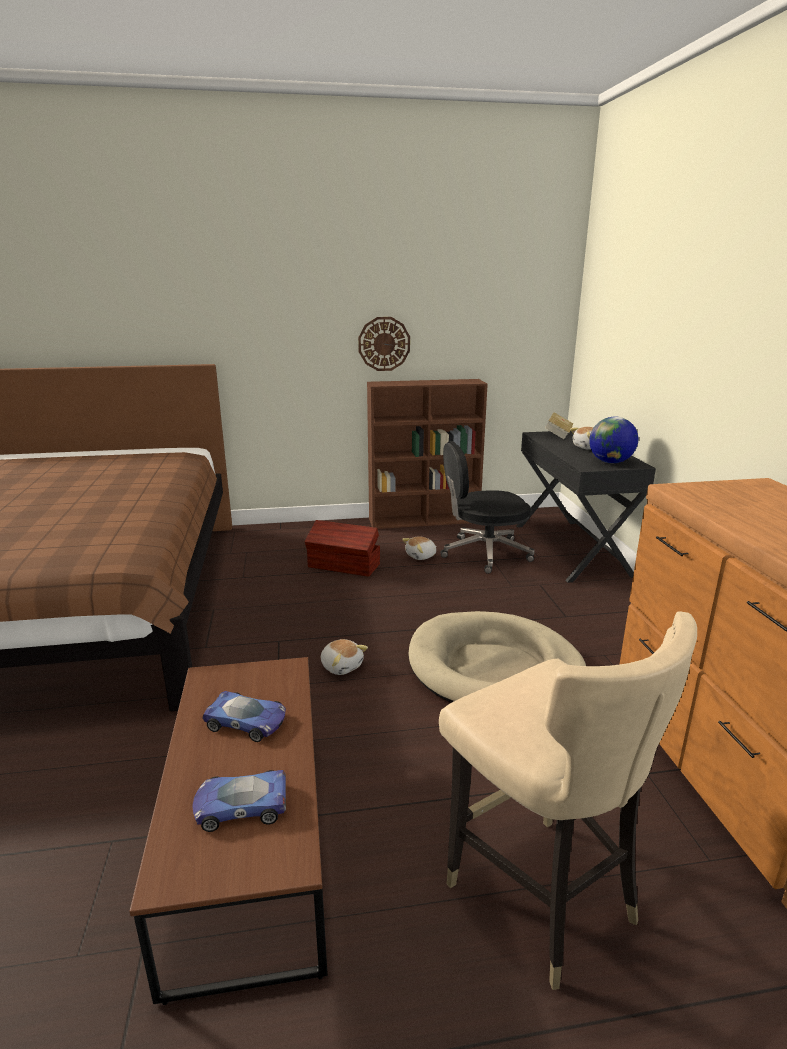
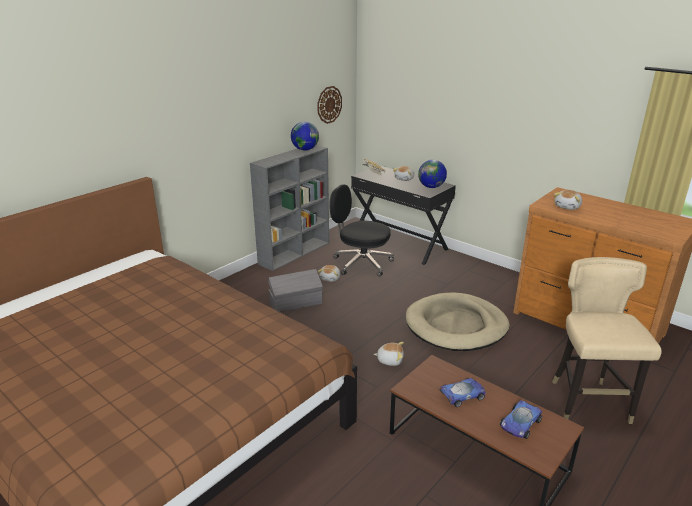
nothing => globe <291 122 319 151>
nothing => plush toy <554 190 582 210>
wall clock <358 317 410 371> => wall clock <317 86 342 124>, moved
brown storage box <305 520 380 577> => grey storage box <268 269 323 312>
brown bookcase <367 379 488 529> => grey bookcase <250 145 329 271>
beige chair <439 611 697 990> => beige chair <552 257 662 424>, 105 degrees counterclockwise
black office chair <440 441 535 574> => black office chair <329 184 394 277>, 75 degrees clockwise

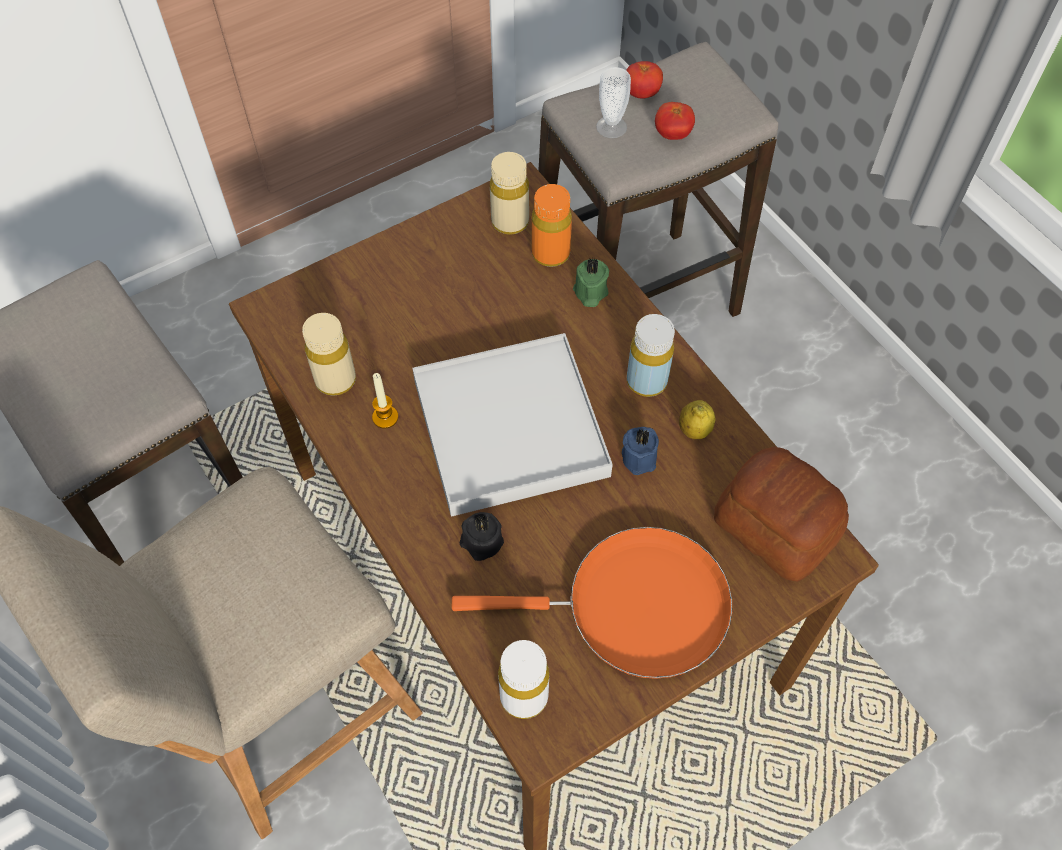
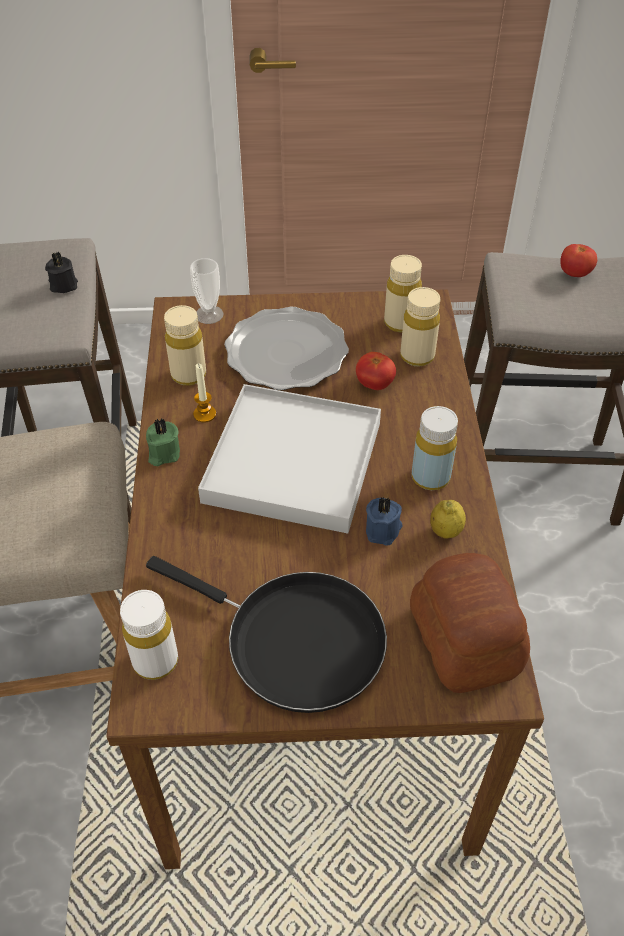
nothing => plate <224 307 349 390>
black candle <460 512 504 561> => black candle <45 252 78 293>, moved
green candle <573 258 609 307> => green candle <146 419 180 466>, moved
cup <596 67 631 138> => cup <190 258 224 324>, moved
tomato <655 102 695 140> => tomato <356 352 396 390>, moved
orange frying pan <452 527 732 679> => black frying pan <146 556 387 713>
orange bottle <532 184 572 267> => beige bottle <400 287 440 367>

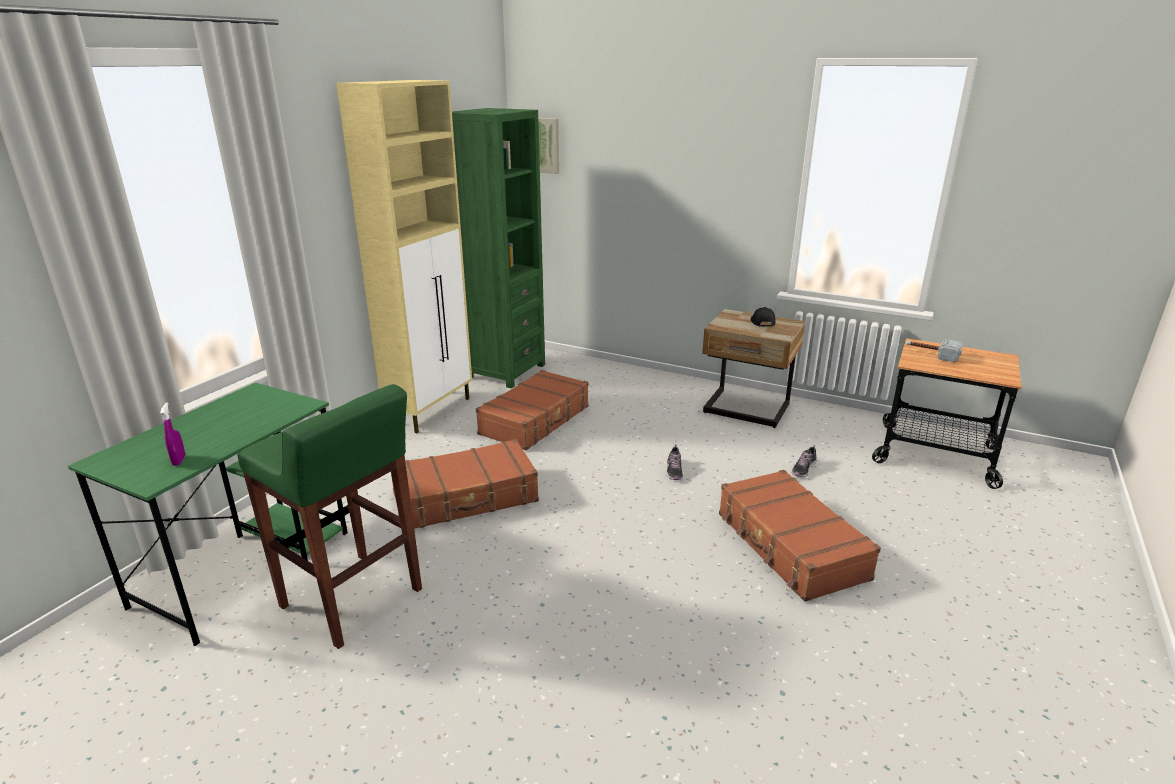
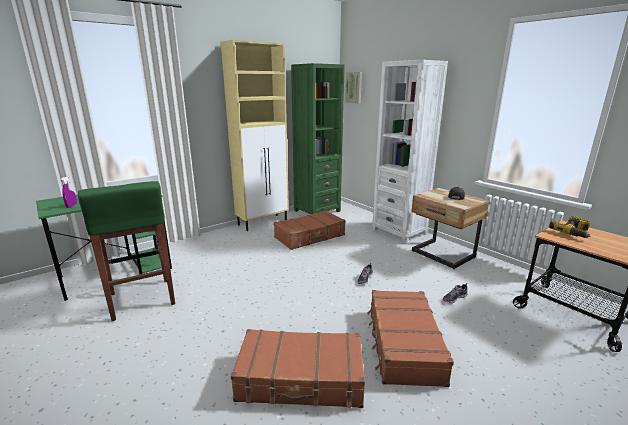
nothing => white bookcase <372 60 448 243>
brown suitcase <391 439 539 529> => brown suitcase <231 329 365 408>, moved
hammer <906 339 963 363> => power drill <549 216 590 238>

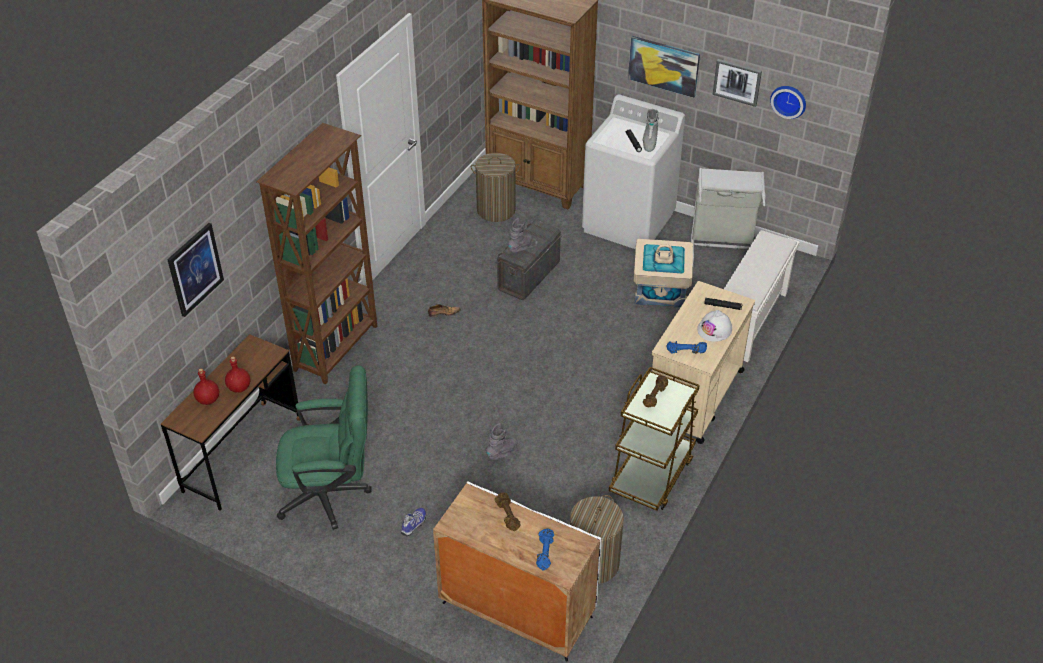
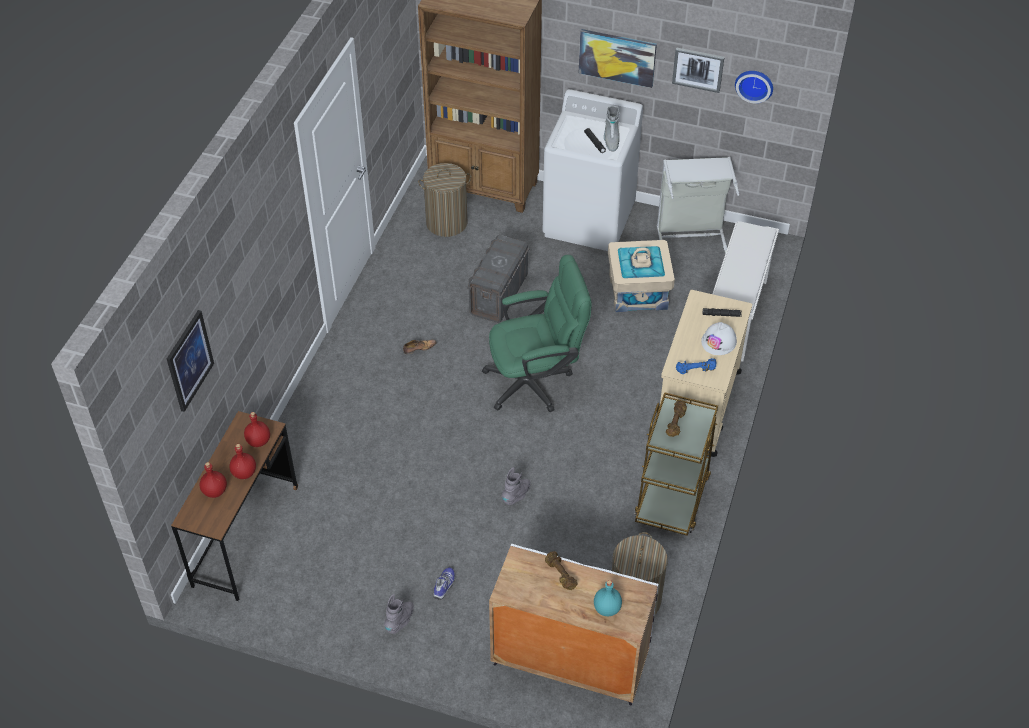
brown bookcase <256 123 377 384> => nothing
nothing => red bottle <244 412 270 447>
green office chair <276 365 371 530> => green office chair <482 255 592 412>, moved
grey boot <507 218 533 252> => grey boot <384 594 414 634>, moved
blue dumbbell <536 529 554 571> => turquoise bottle <594 580 622 616>

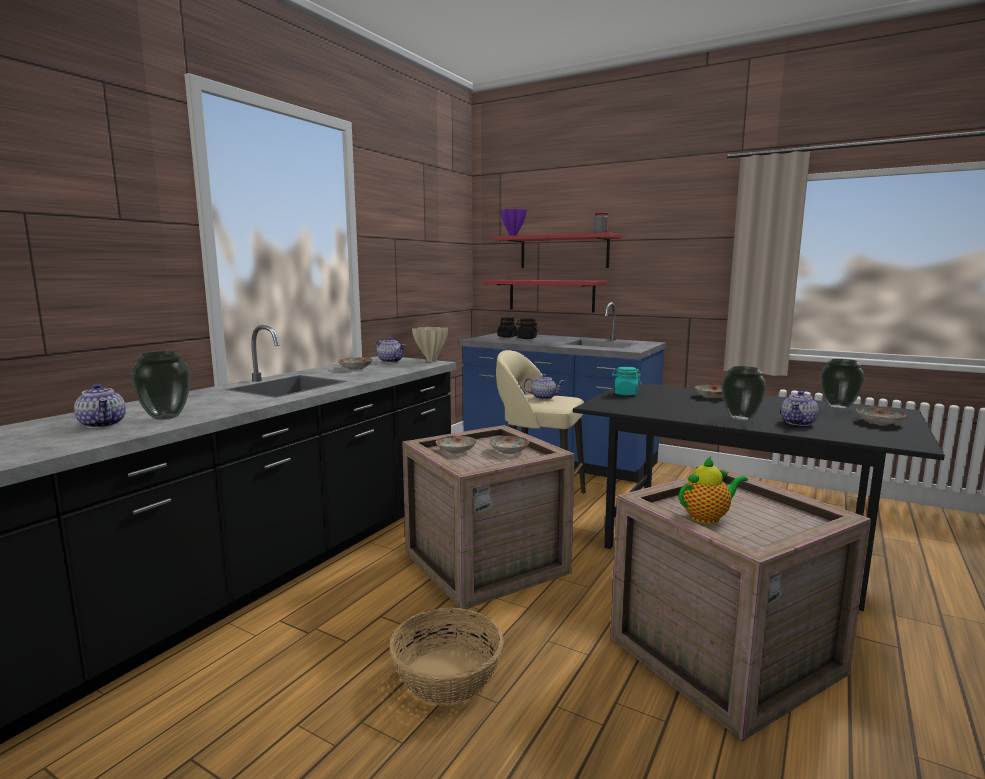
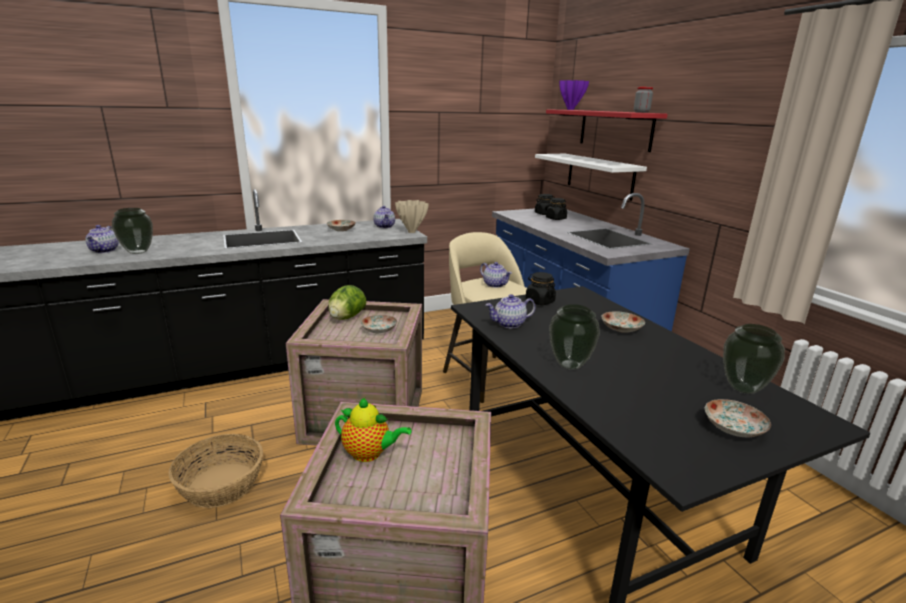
teapot <781 391 819 426> => teapot <486 294 536 328>, moved
plate <436 436 476 454> => lettuce <328 285 366 320>
red shelf <483 280 607 312> => white shelf <535 154 647 201>
turquoise jar <612 367 642 396> => black jar <526 272 556 305>

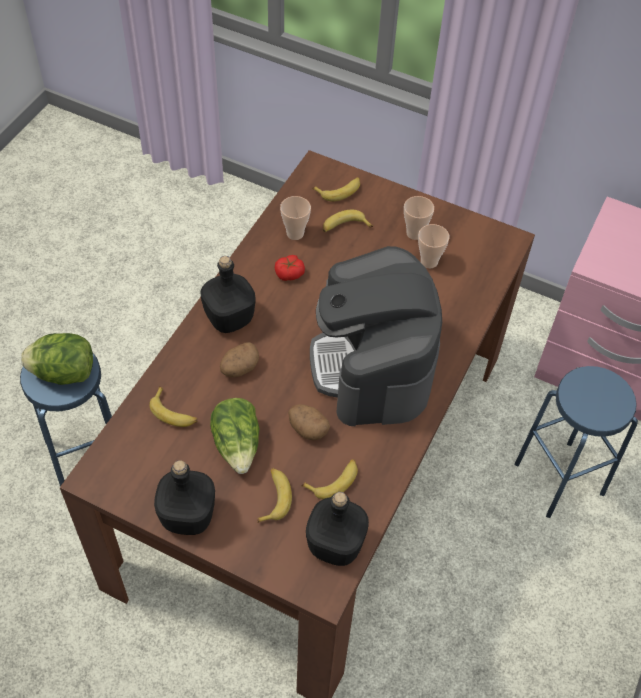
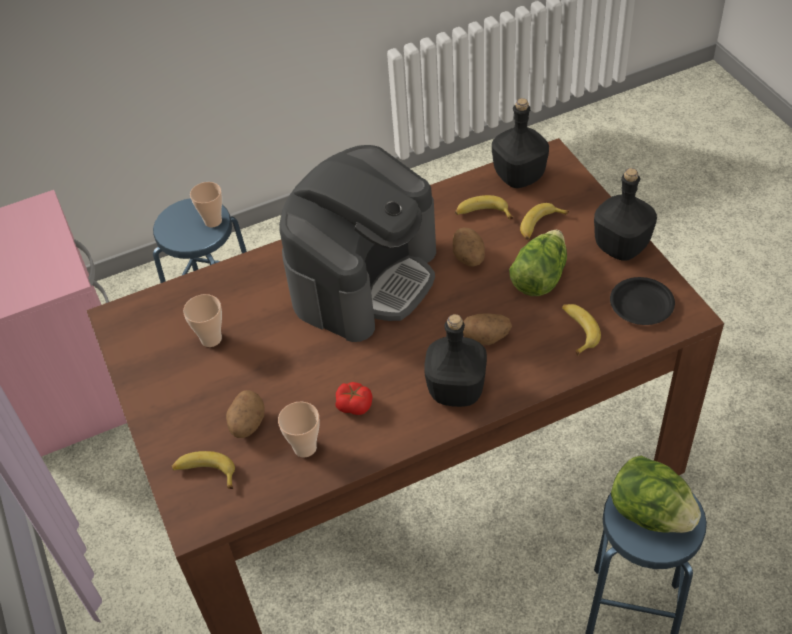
nothing => black plate <610 277 675 325>
cup <404 196 434 240> => cup <190 182 222 227>, moved
banana <323 210 373 232> => potato <226 390 264 438>

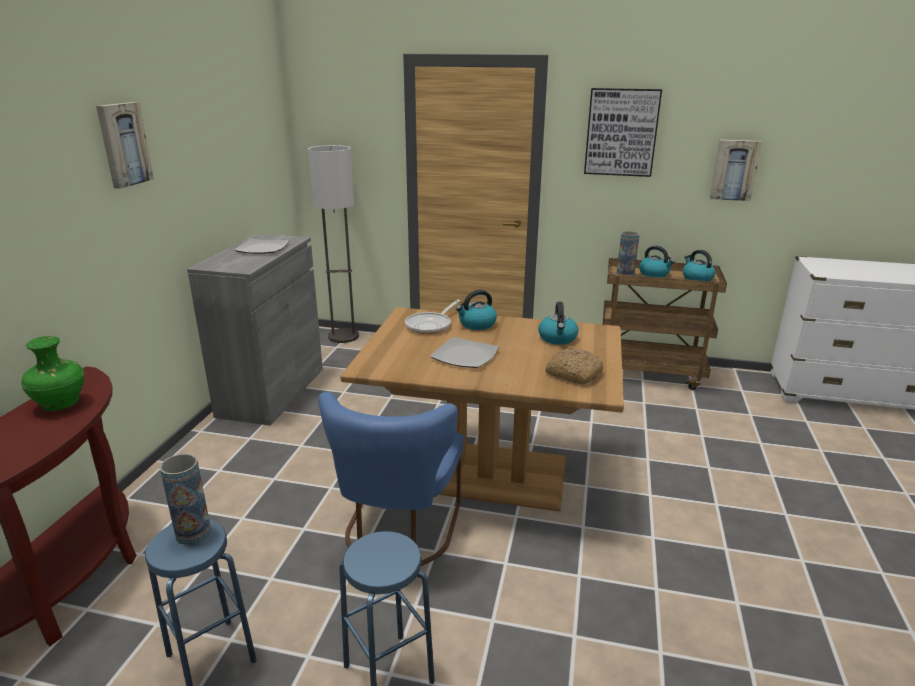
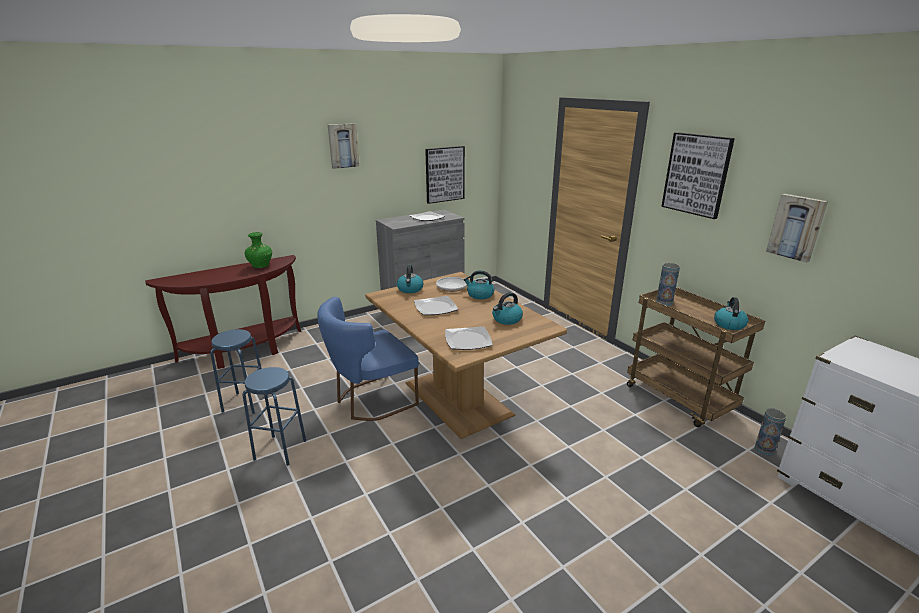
floor lamp <308 145 359 343> => nothing
nothing => picture <425 146 465 204>
vase <160 454 211 545> => vase <754 408 787 456>, moved
kettle <639 246 675 278> => kettle <397 265 423 293>, moved
bread <545 348 604 385> => plate <445 326 492 350>

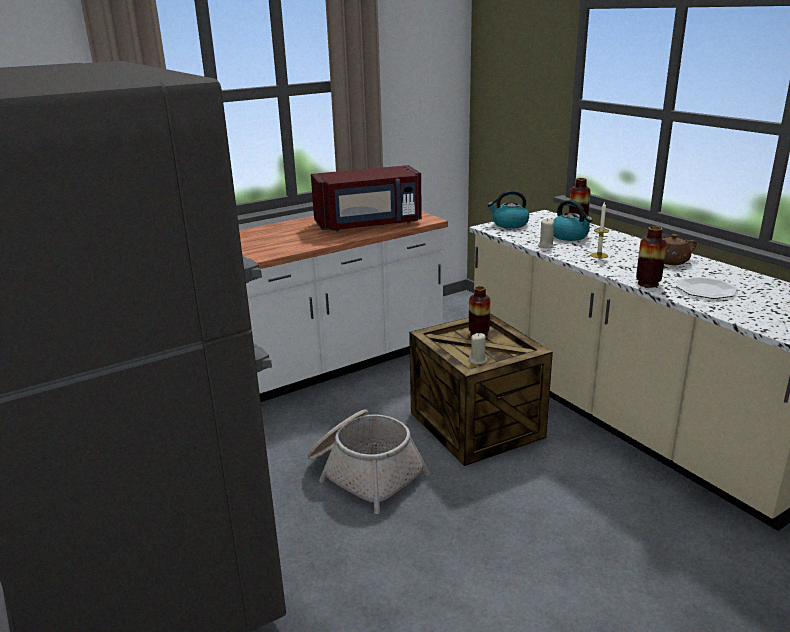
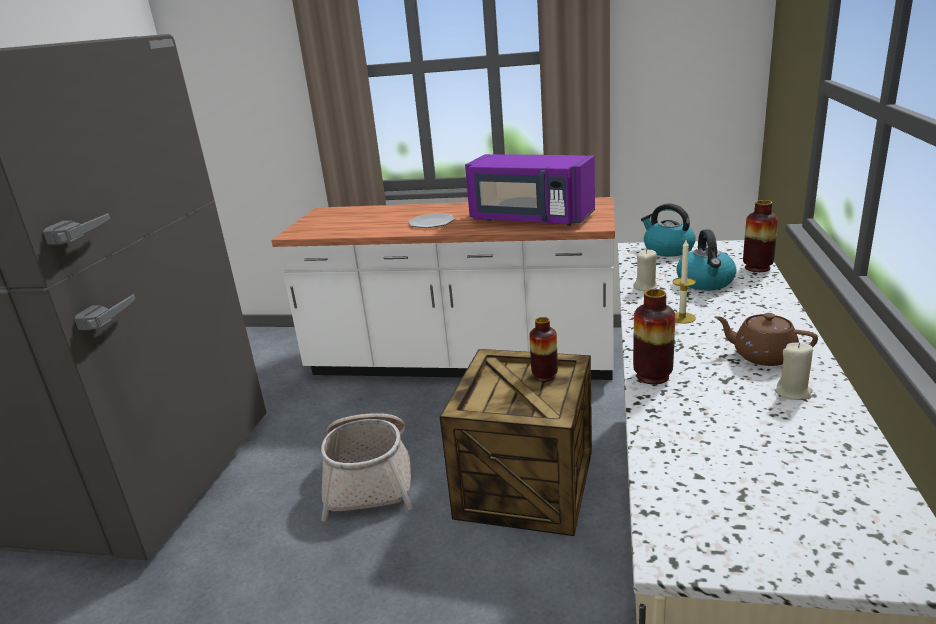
beige candle <469 333 488 364> => beige candle <775 343 813 400>, moved
plate <676 277 737 299> => plate <408 213 455 228>, moved
red microwave <311 165 422 232> => purple microwave <465 154 595 226>

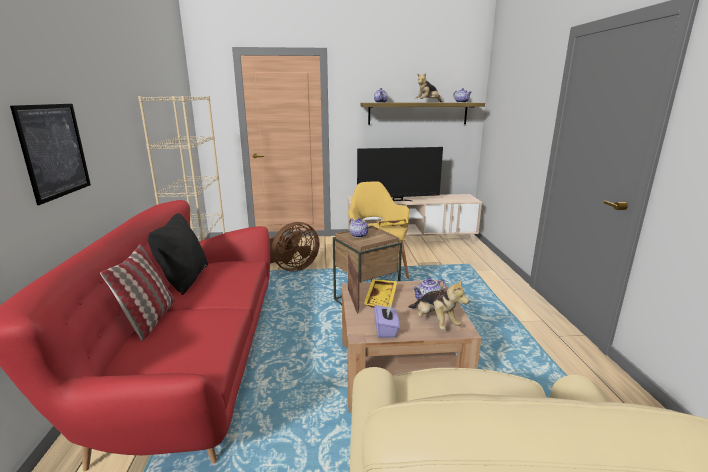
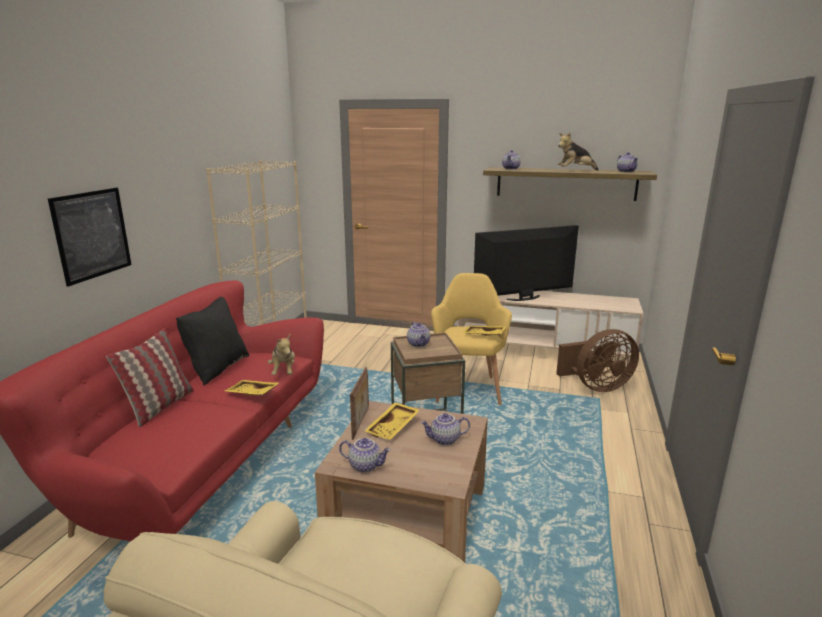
nothing => yellow tray <224 380 279 396>
brown fan <269 222 320 272> => brown fan <556 329 639 392>, moved
plush toy <409 278 469 330> => plush toy <268 334 295 375>, moved
purple tissue box <374 304 400 338> => teapot <339 438 391 473>
television <357 147 443 201> => television <474 225 579 301>, 150 degrees clockwise

